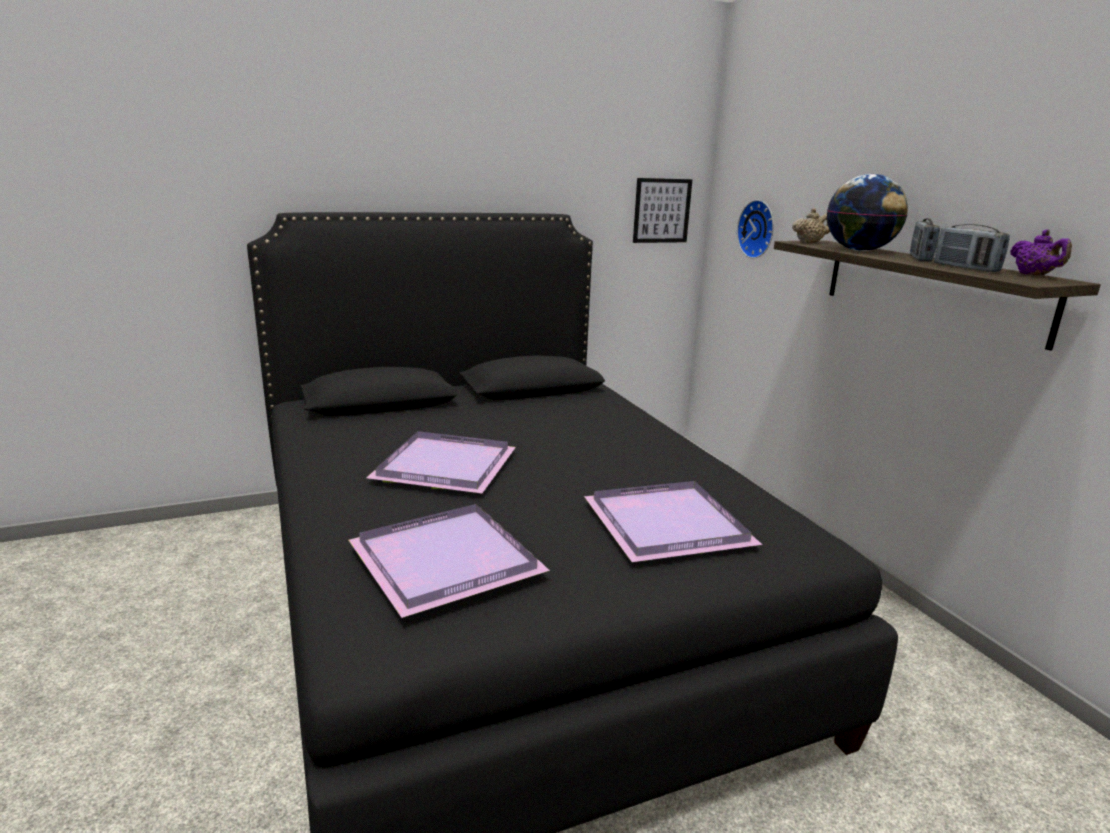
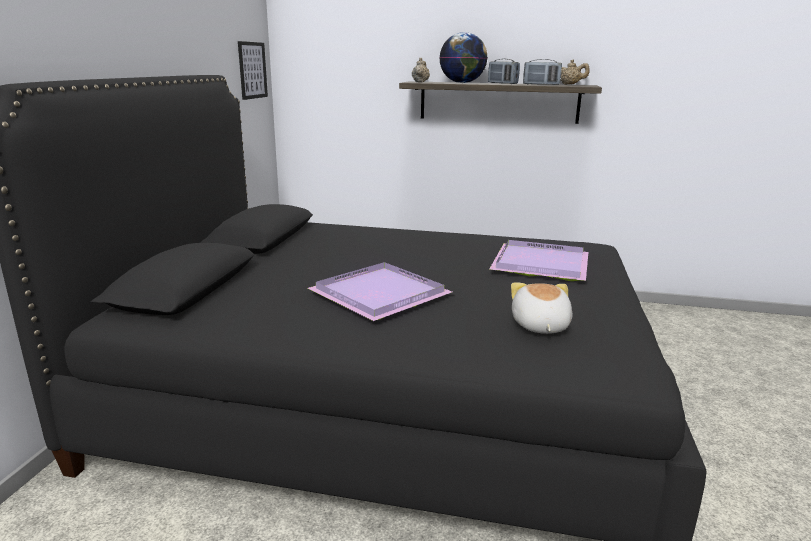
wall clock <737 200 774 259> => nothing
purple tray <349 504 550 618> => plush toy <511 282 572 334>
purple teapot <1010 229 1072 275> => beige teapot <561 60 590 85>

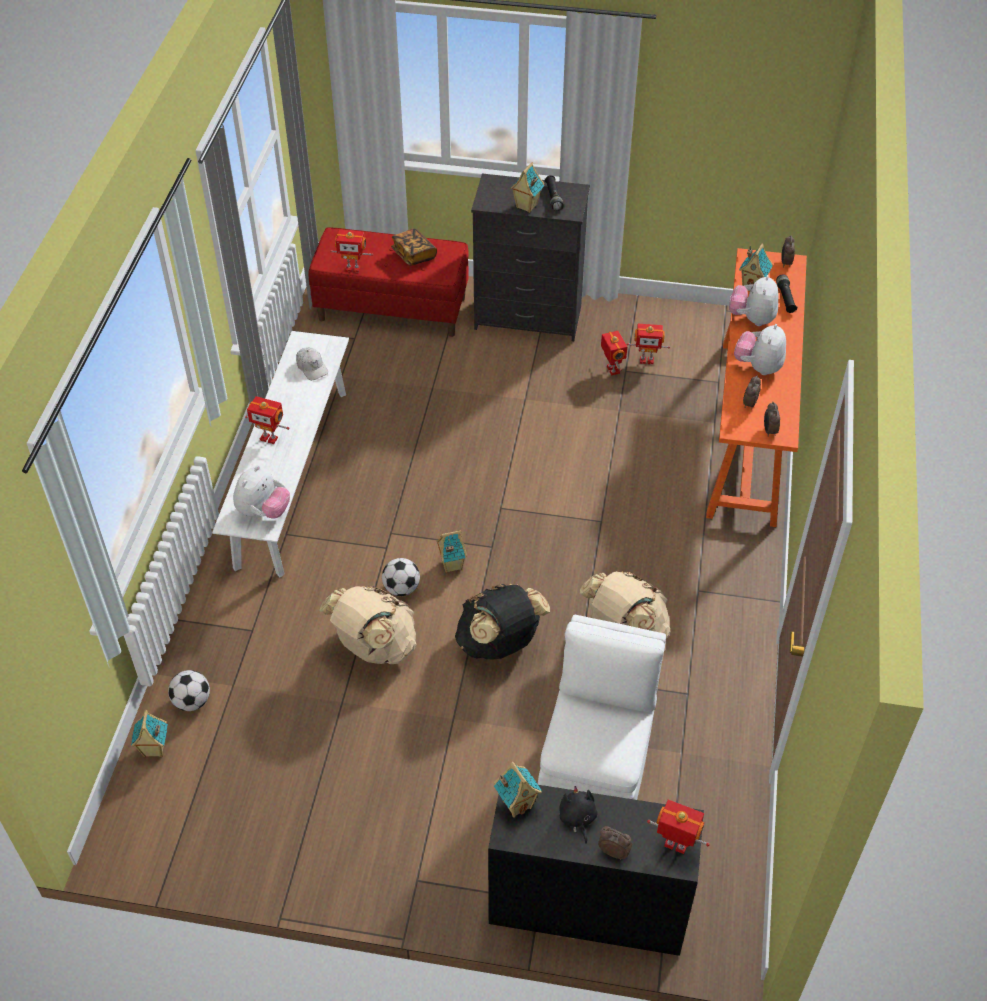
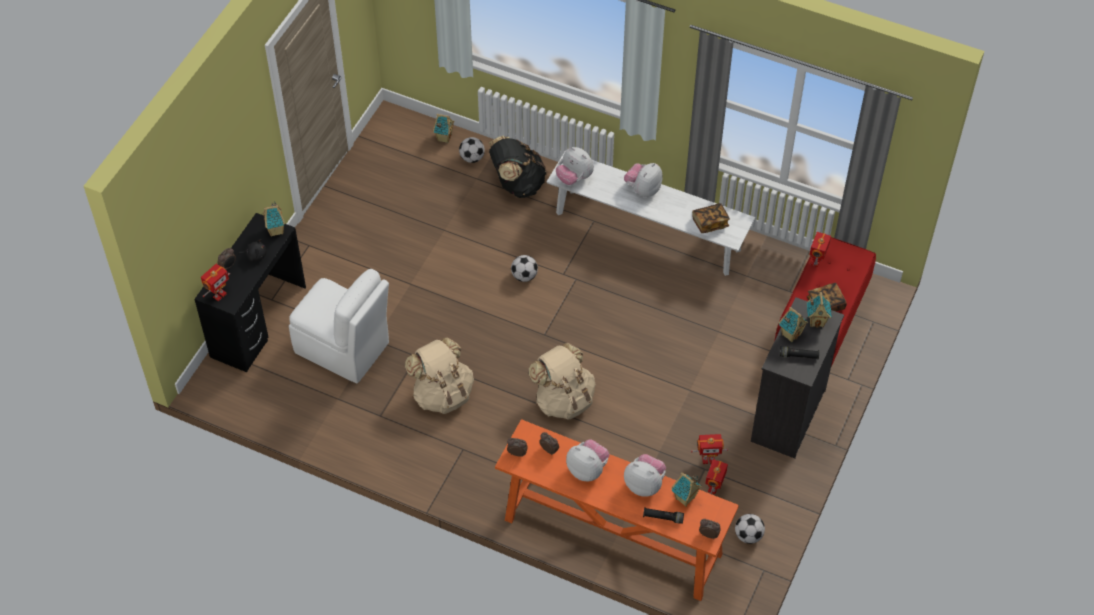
nothing => football <735 514 765 544>
beige backpack <319 586 417 664> => beige backpack <529 343 596 420>, moved
toy house <436 531 467 573> => toy house <807 292 832 328>, moved
black backpack <455 583 550 660> => black backpack <489 136 546 198>, moved
toy robot <245 396 289 444> => plush toy <624 163 663 197>
white cap <296 347 328 380> => book <692 203 730 233>

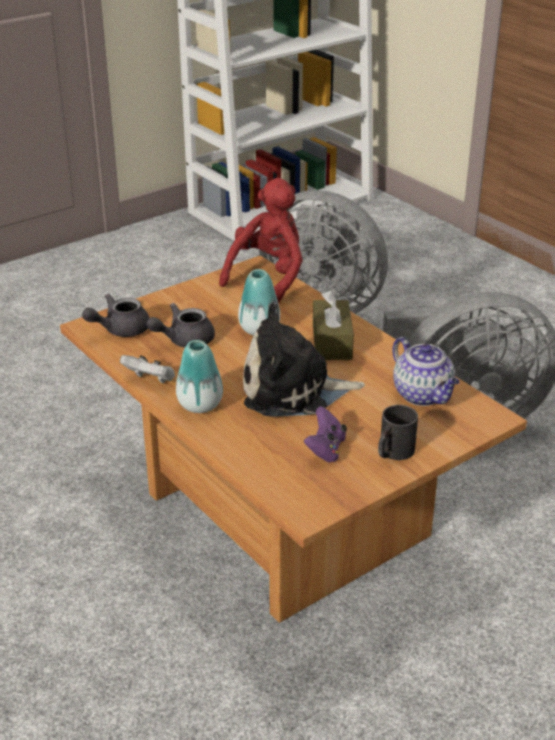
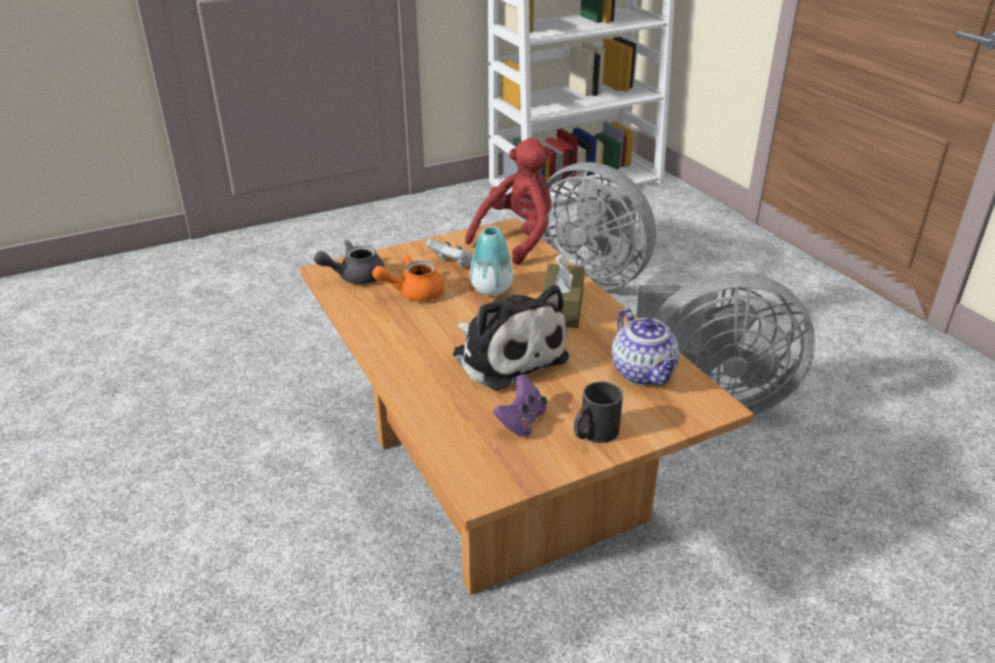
vase <176 340 223 413> => nothing
white game controller <120 355 175 383> => white game controller <425 238 473 268>, moved
grey teapot <146 303 215 348> => orange teapot <372 254 445 301>
plush toy <243 303 365 417> => plush toy <453 285 569 391>, 135 degrees counterclockwise

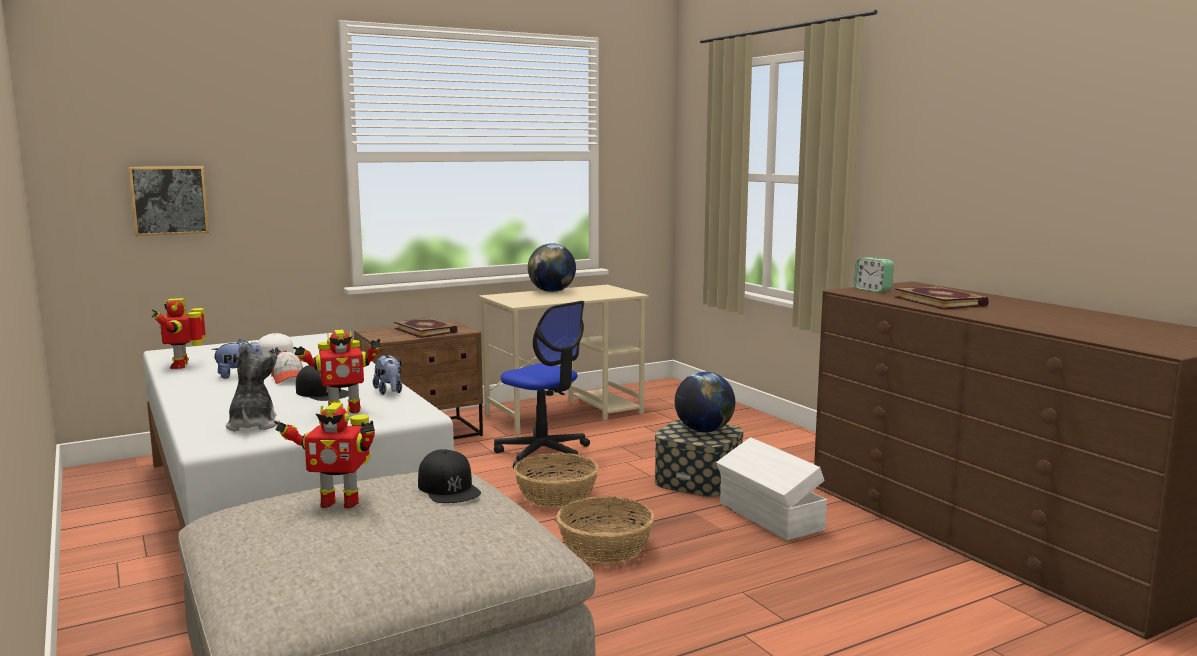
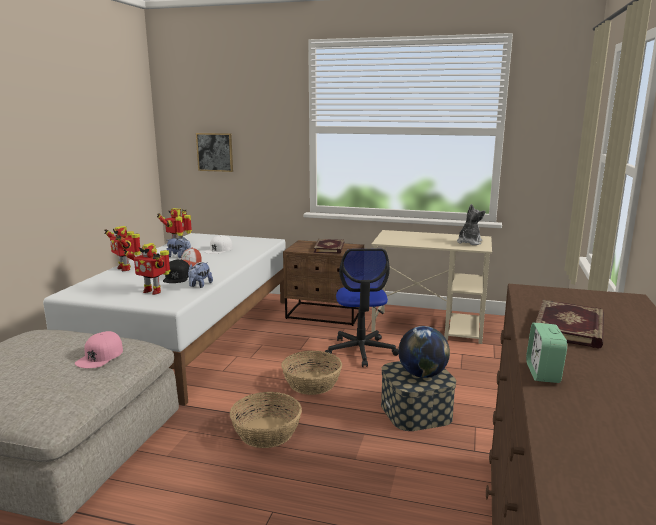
globe <528 243 576 292> => nothing
white storage box <716 437 827 541> => nothing
plush toy <226 345 280 431> => plush toy <457 204 485 245>, moved
toy robot <274 403 375 509> => toy robot <104 226 141 271>, moved
alarm clock <854 257 894 292> => alarm clock <526 323 567 383>, moved
black cap <418 449 481 503> => pink cap <75 331 123 368>

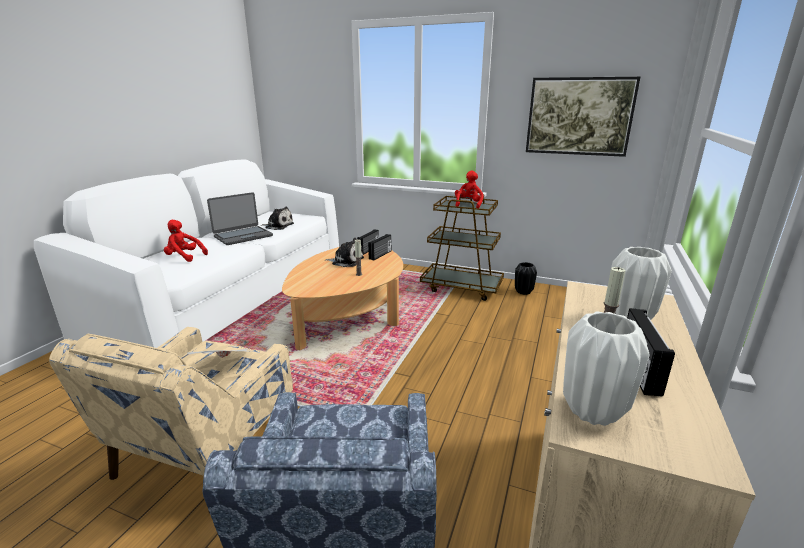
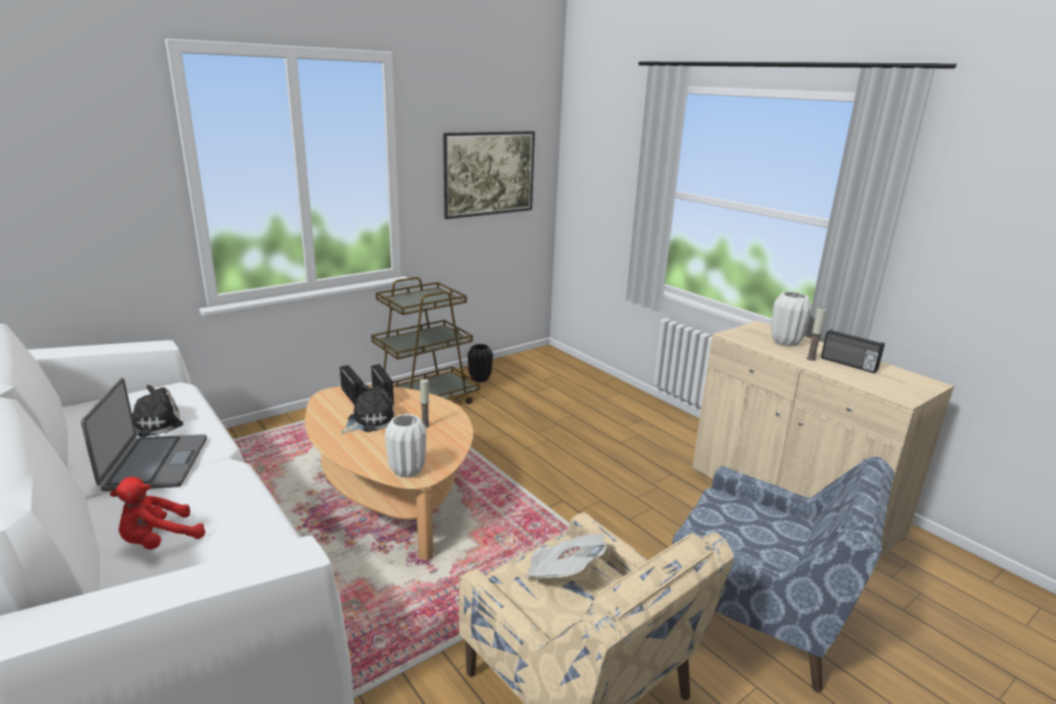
red plush toy <455 170 484 208> => nothing
white vase <563 311 650 426> => white vase <385 414 426 478>, moved

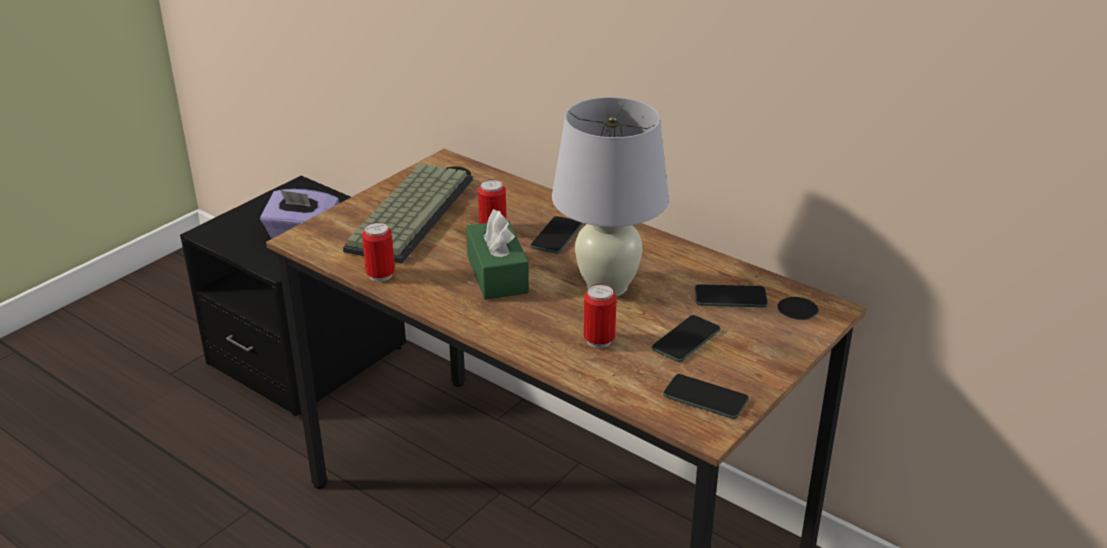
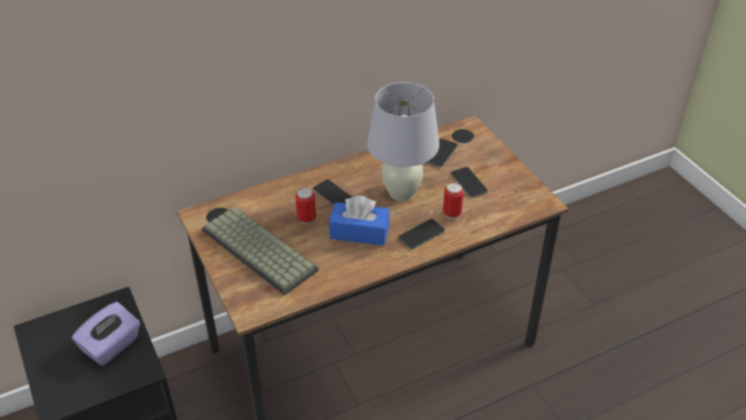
can <362 222 395 282> => nothing
phone <663 374 749 419> => phone <398 219 445 249>, moved
green tissue box <466 209 529 300> => blue tissue box <329 196 390 246>

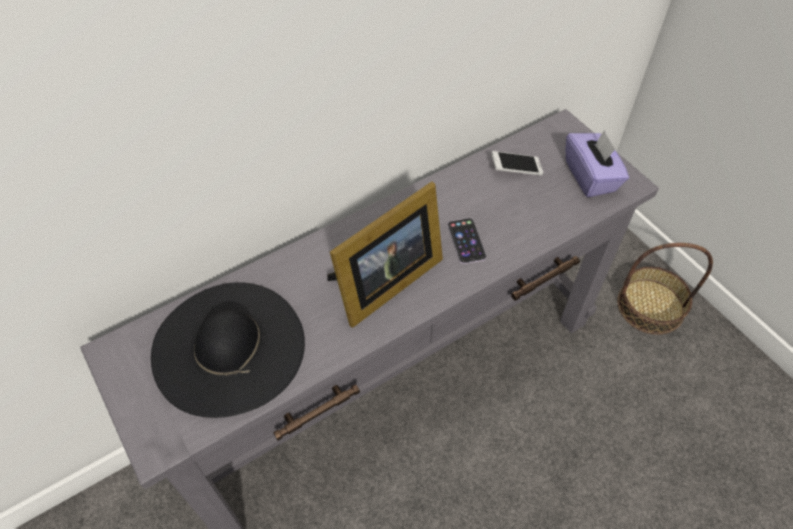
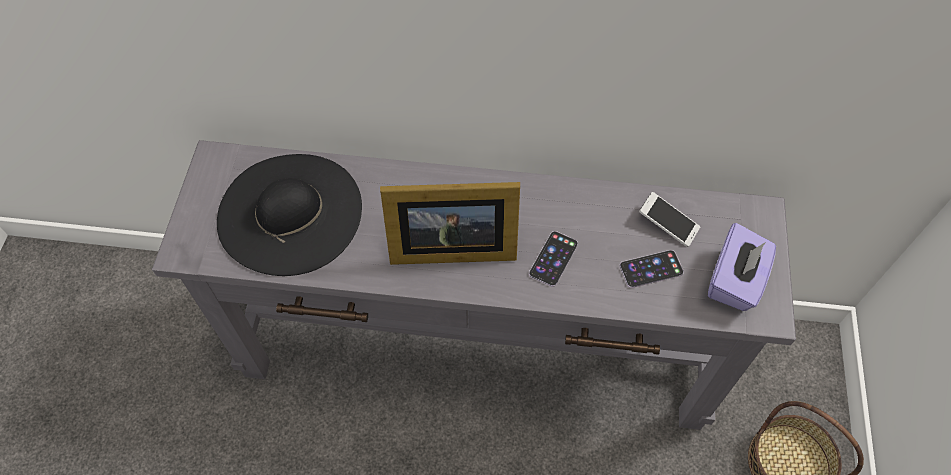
nothing => phone <619 250 684 288>

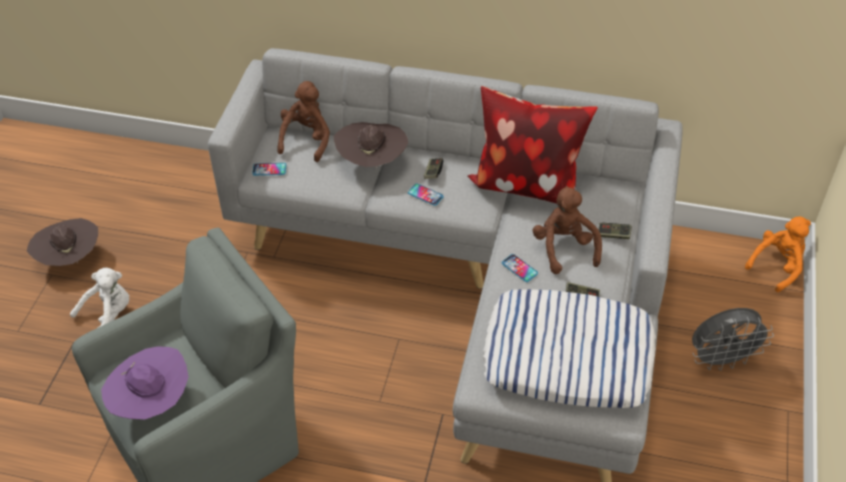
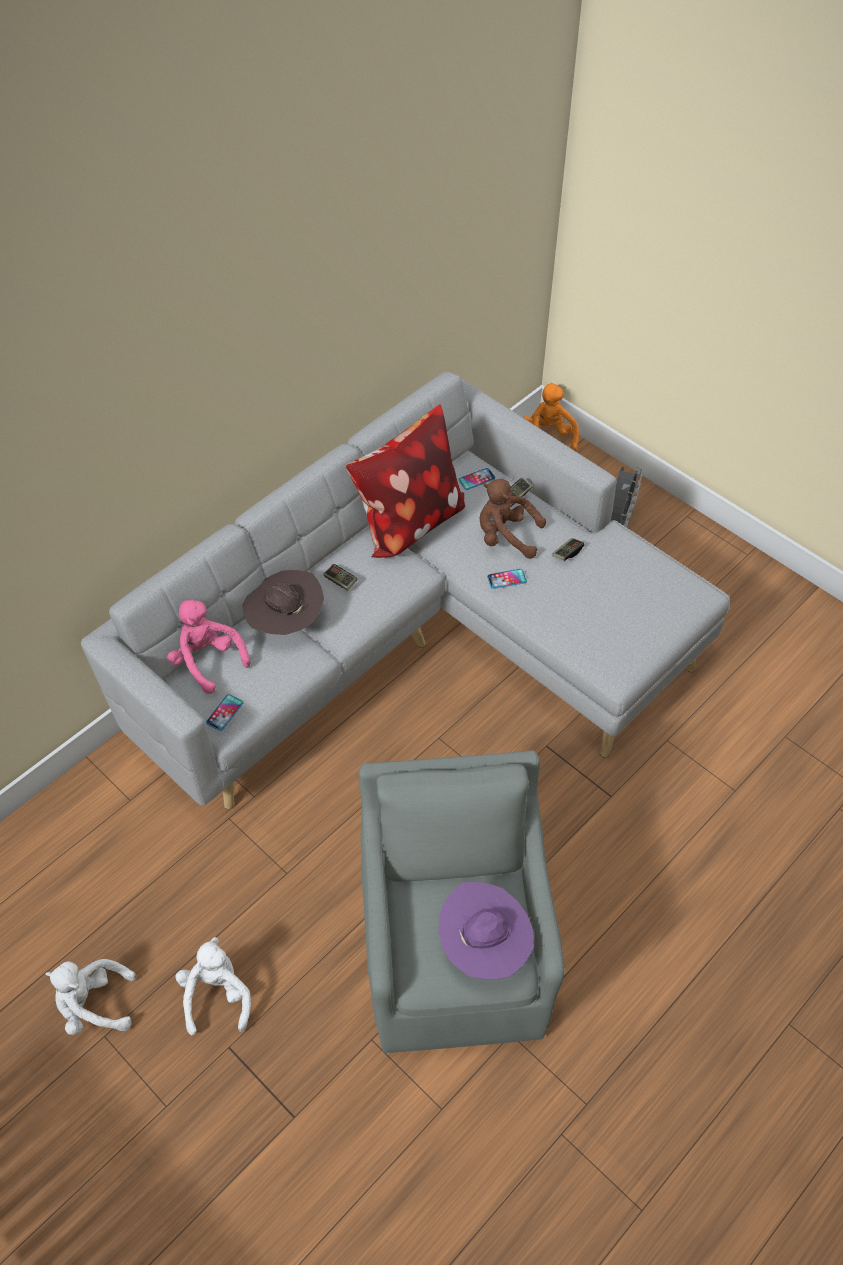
pillow <483 289 656 408> => nothing
phone <408 183 444 206> => phone <458 468 496 490>, moved
brown hat <27 218 98 266> => white plush toy <46 959 136 1035>
brown plush toy <277 81 330 162> => pink plush toy <167 600 250 694>

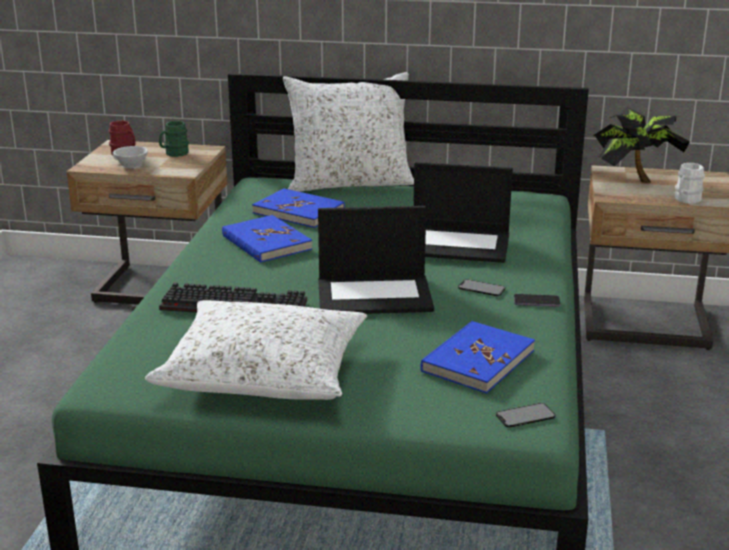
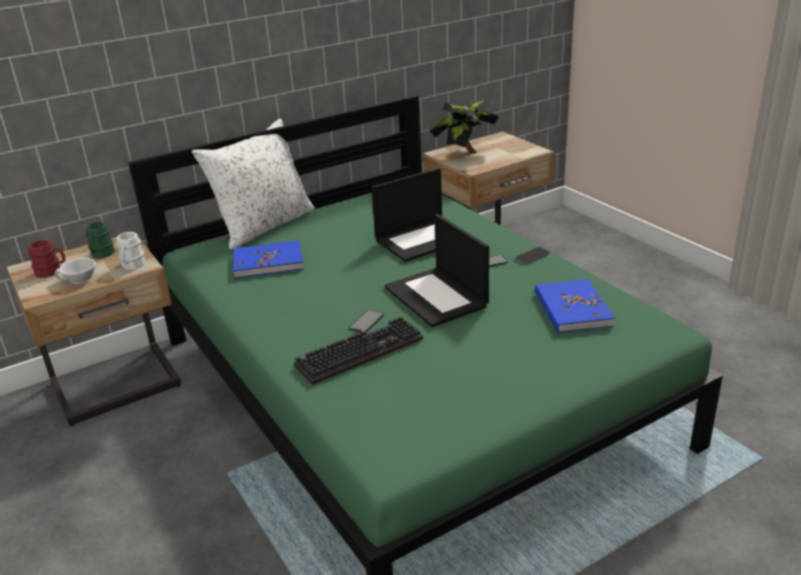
white pillow <145 300 367 400> => nothing
blue book <222 215 312 263> => nothing
phone <496 403 556 428> => phone <349 310 384 333>, moved
white mug <675 163 705 204> => white mug <116 232 146 270>, moved
laptop <318 206 434 314> => laptop <385 214 489 327>, 105 degrees clockwise

